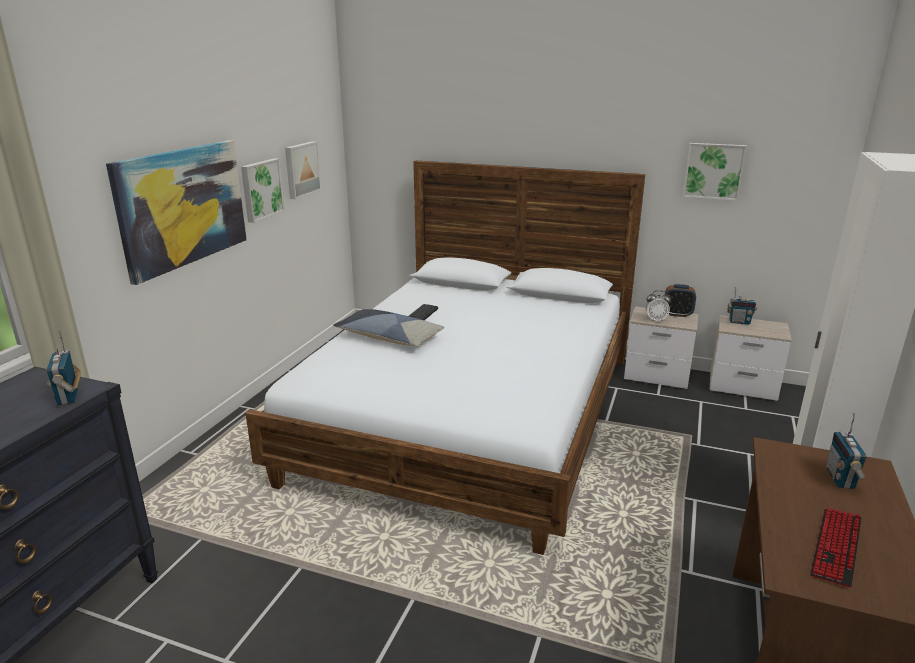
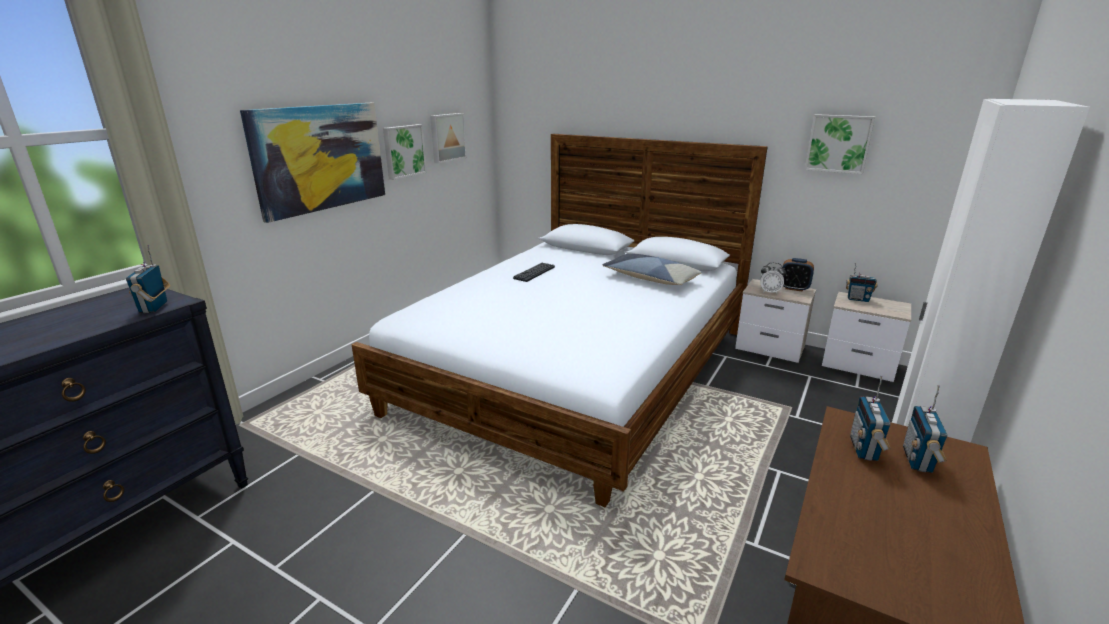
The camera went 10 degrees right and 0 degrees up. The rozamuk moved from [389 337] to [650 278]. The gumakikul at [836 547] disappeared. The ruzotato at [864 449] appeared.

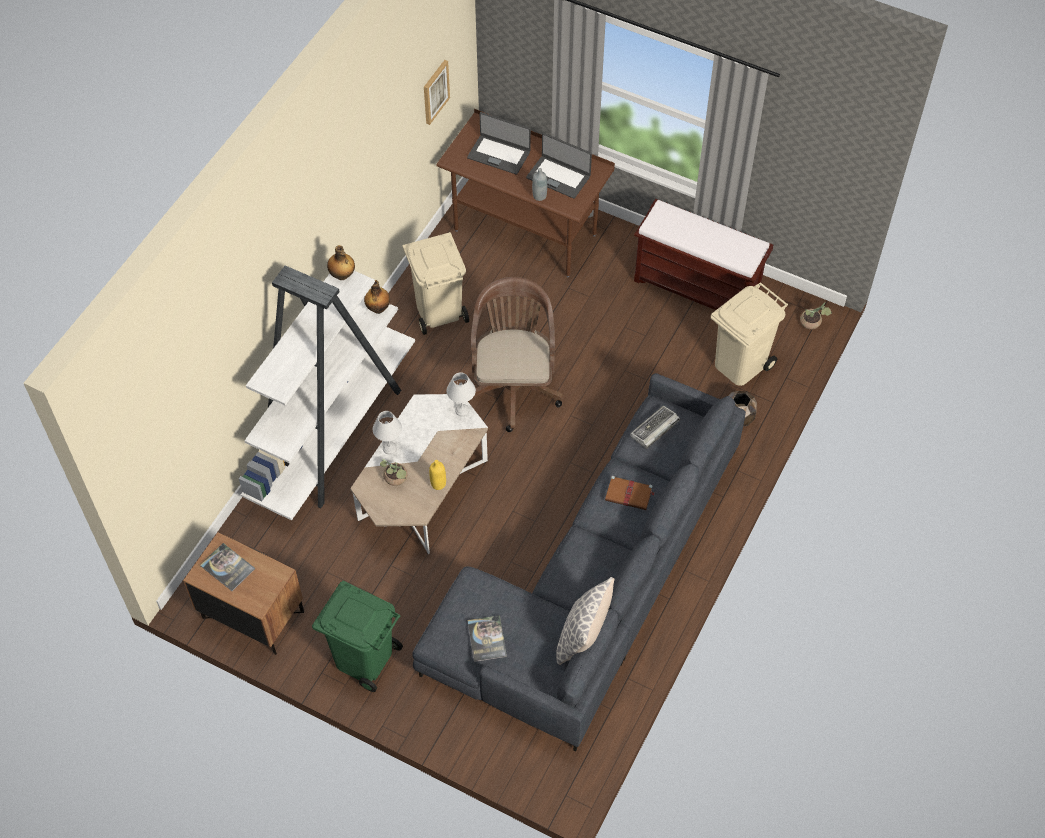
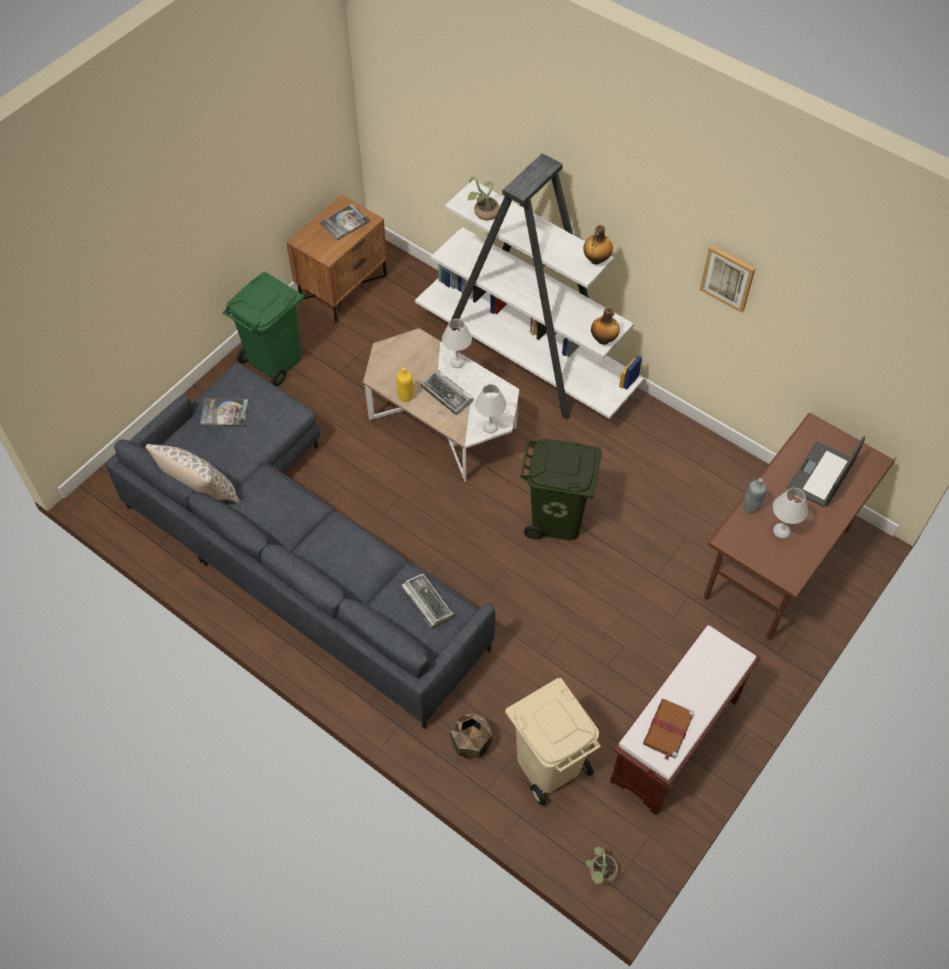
The camera went 100 degrees right and 0 degrees up. The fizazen moved from [396 479] to [483 212]. The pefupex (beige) at [439 311] disappeared. The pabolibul moved from [435 91] to [728 277]. The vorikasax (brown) at [513 385] was replaced by the pefupex (green) at [557 520]. The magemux at [558 176] was replaced by the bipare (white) at [781 532]. The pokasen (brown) moved from [629 494] to [668 730]. The gumakikul at [447 395] appeared.

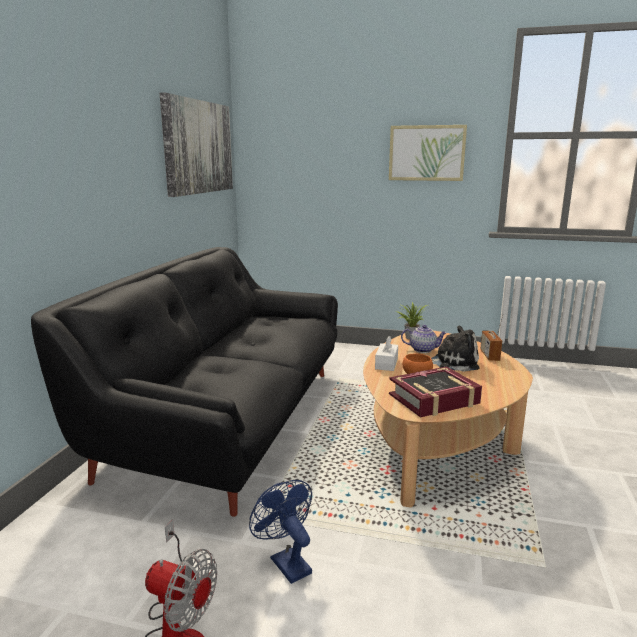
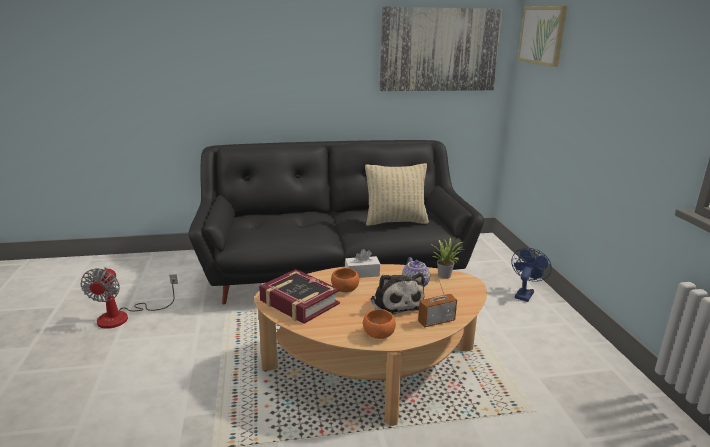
The camera went 65 degrees right and 5 degrees up. The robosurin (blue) moved from [286 562] to [525 294]. The pabolibul moved from [426 153] to [542 35]. The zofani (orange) at [378 335] appeared. The rozamuk (beige) at [395 221] appeared.

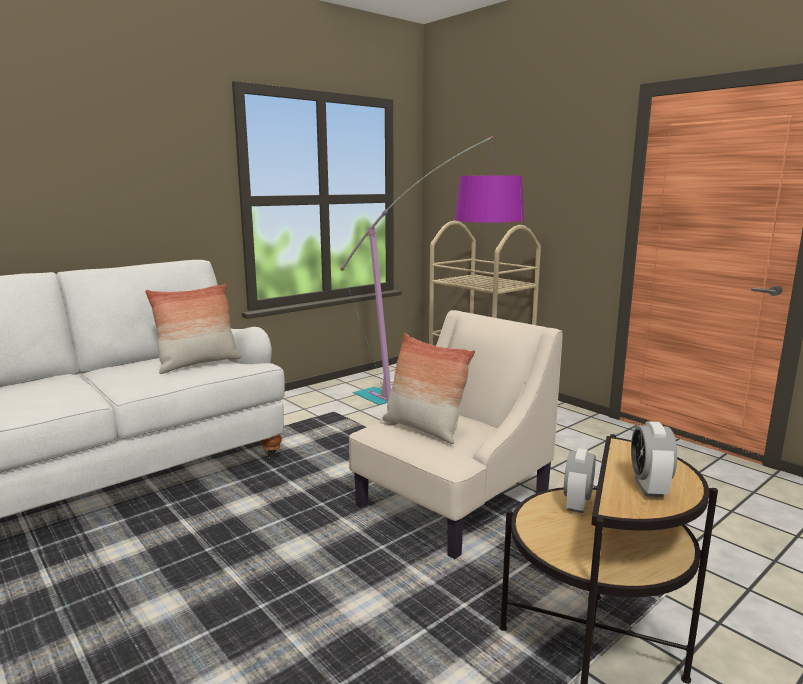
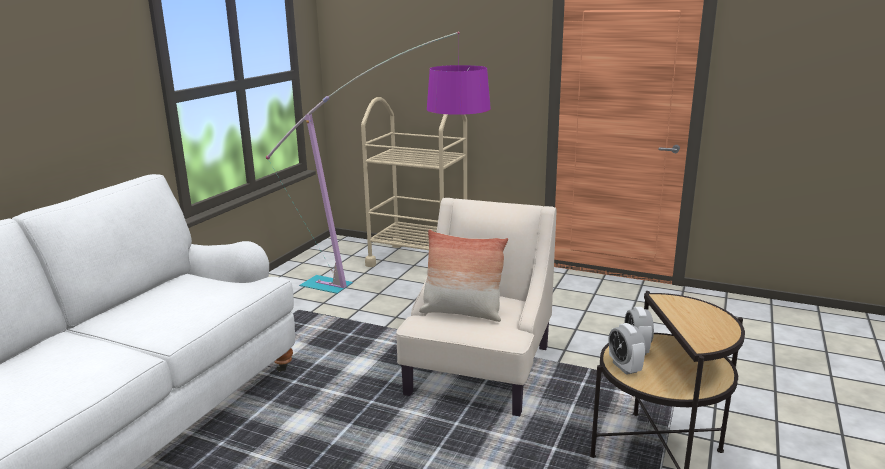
The camera went 25 degrees left and 5 degrees up. The rozamuk at [198 364] disappeared. The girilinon moved from [649 487] to [624 367].

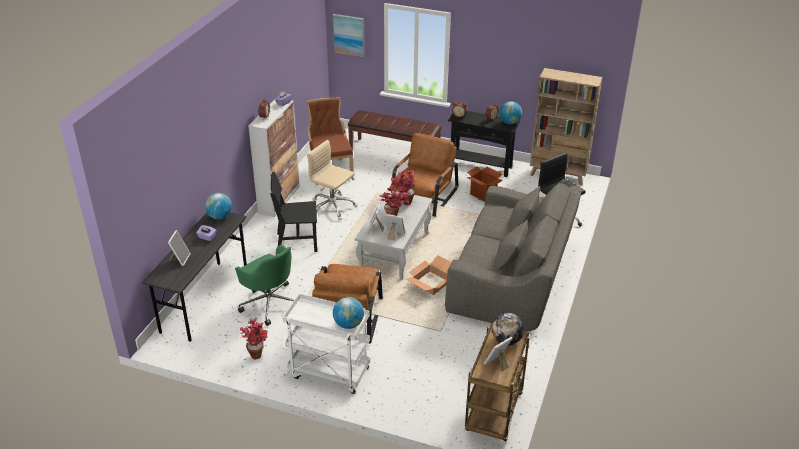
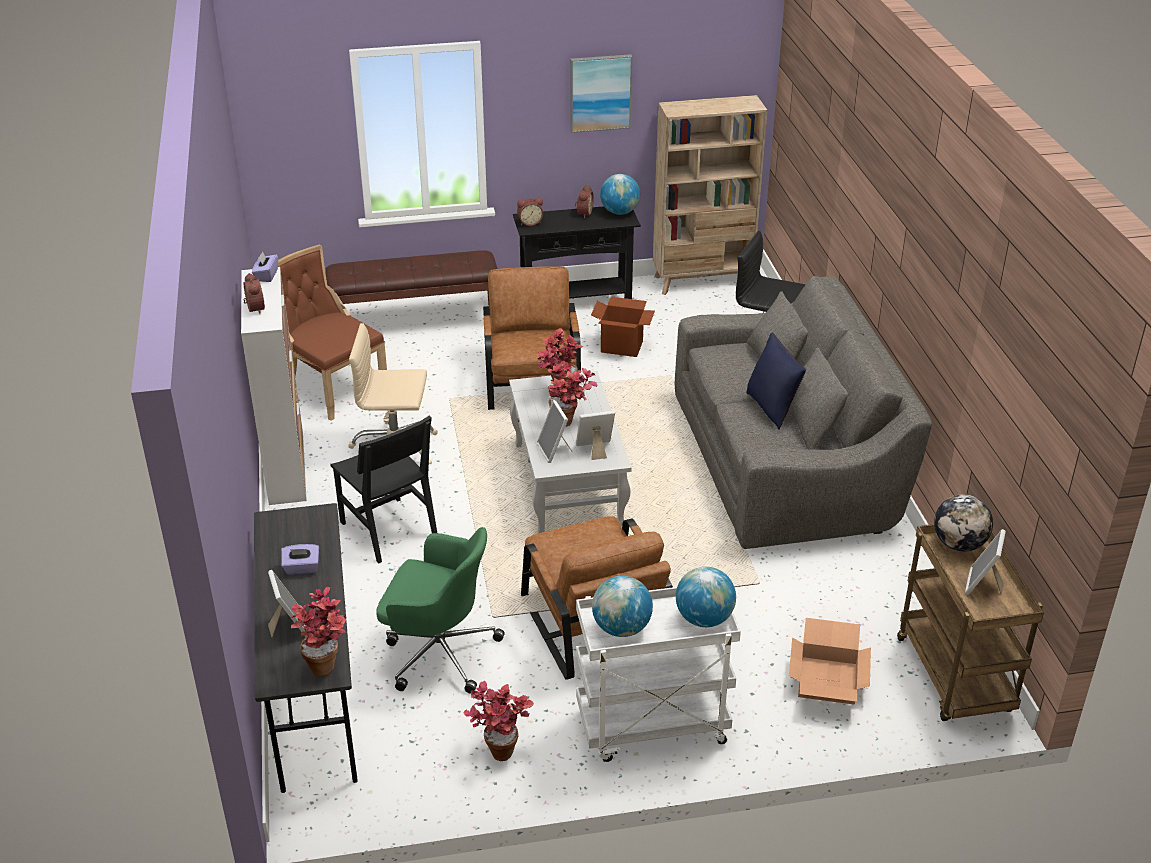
The camera went 30 degrees left and 0 degrees up. The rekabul moved from [220 217] to [621 628]. The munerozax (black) at [296 242] turned 90 degrees counterclockwise. The pabolibul moved from [349 35] to [600 93]. The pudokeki moved from [431 283] to [826 679]. The fizazen at [326 663] appeared. The rozamuk (blue) at [772 408] appeared.

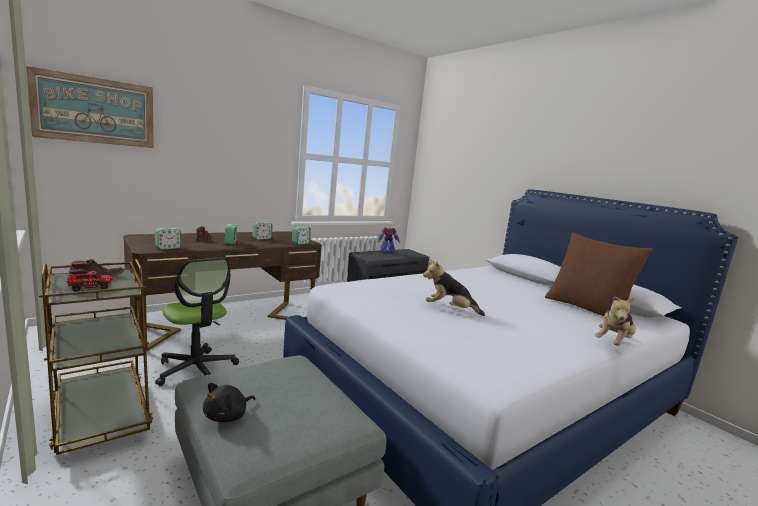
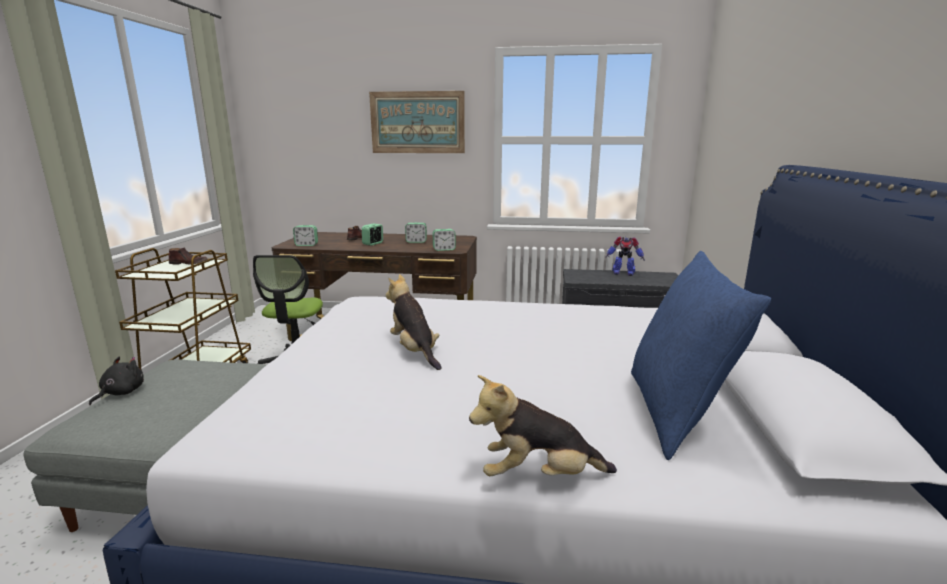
The camera went 45 degrees right and 5 degrees up. The pabolibul moved from [95 110] to [417 122]. The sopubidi at [91 288] disappeared. The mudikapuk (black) at [227 416] turned 120 degrees clockwise. The rozamuk (brown) at [587 309] became the rozamuk (blue) at [676 412].

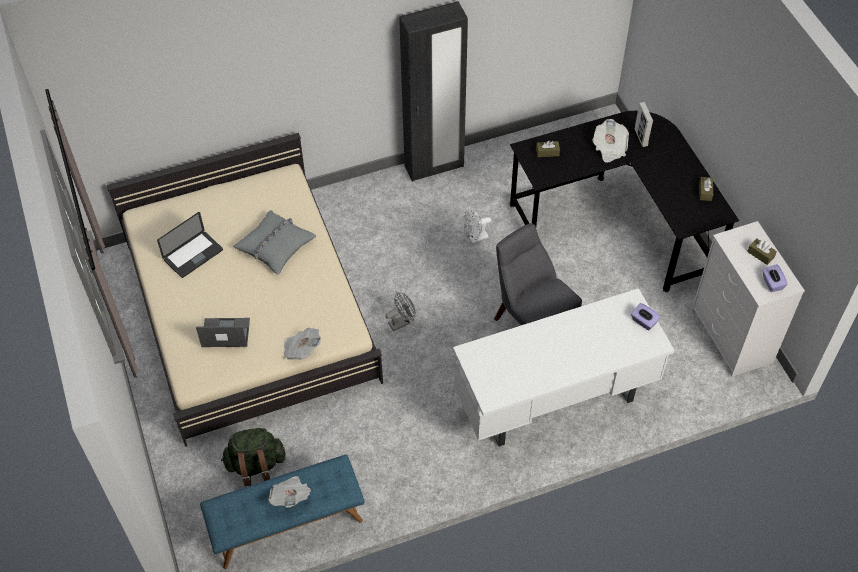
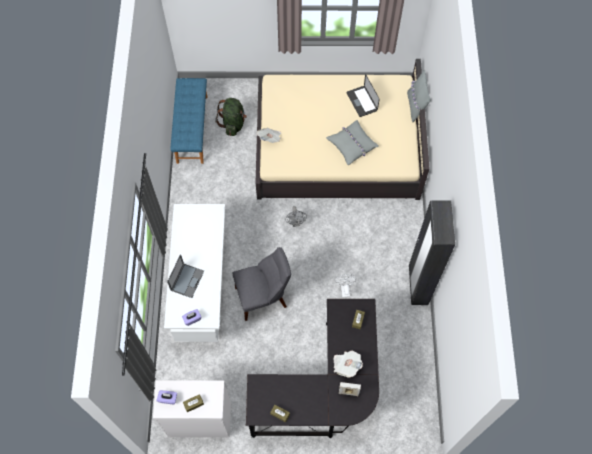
The camera went 110 degrees right and 10 degrees up. The magemux moved from [225 333] to [187 280]. The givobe at [291 496] disappeared. The rozamuk (grey) at [416 106] appeared.

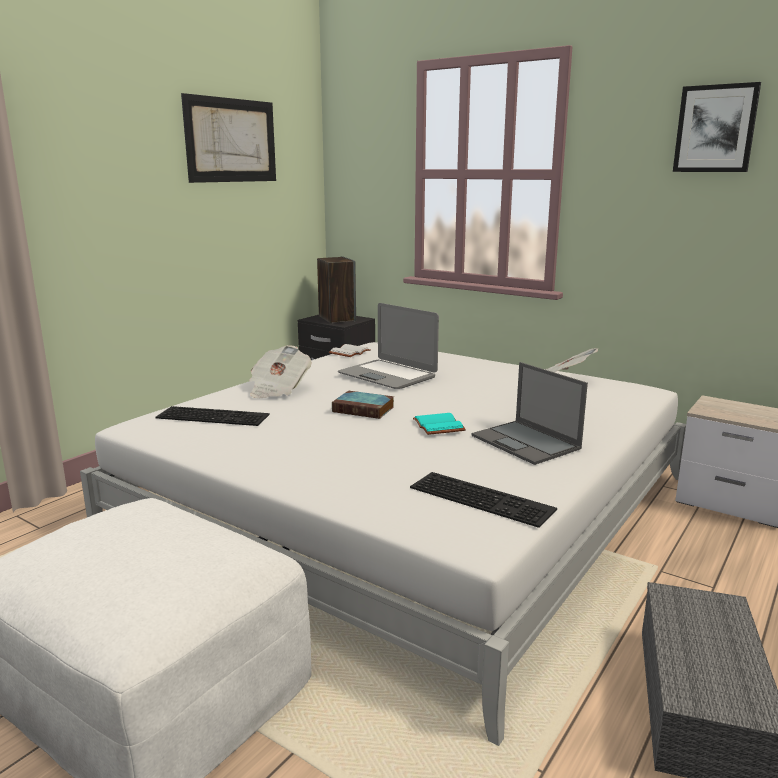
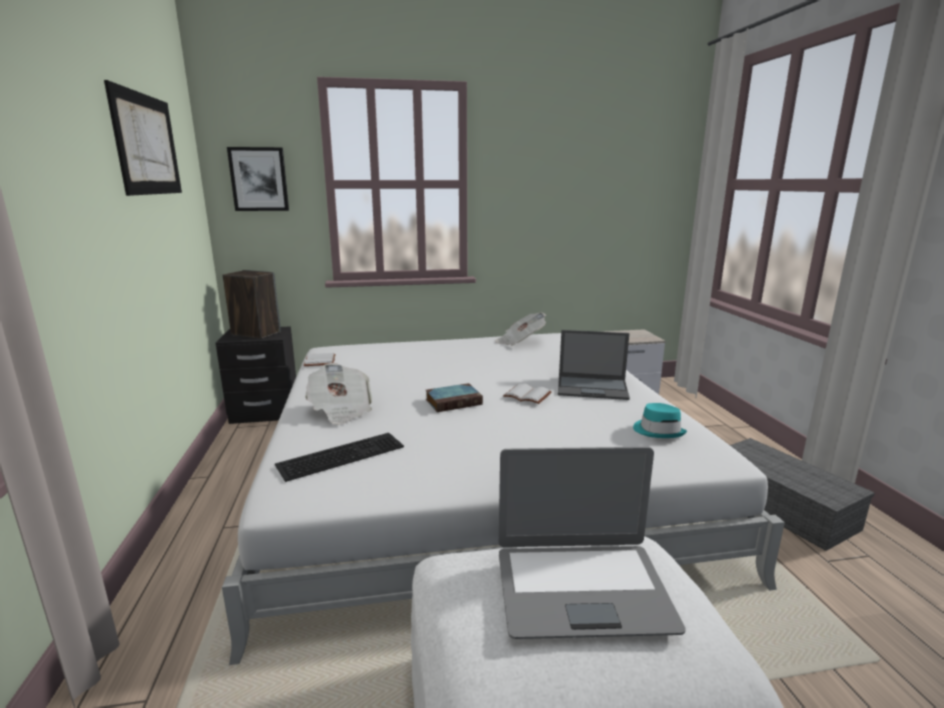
The camera went 45 degrees left and 0 degrees up. The magemux moved from [387 375] to [581 589]. The gumakikul at [483 497] was replaced by the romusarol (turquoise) at [658 431]. The pokasen (turquoise) at [440 426] became the pokasen (white) at [528 395]. The pabolibul moved from [715 129] to [259 179].

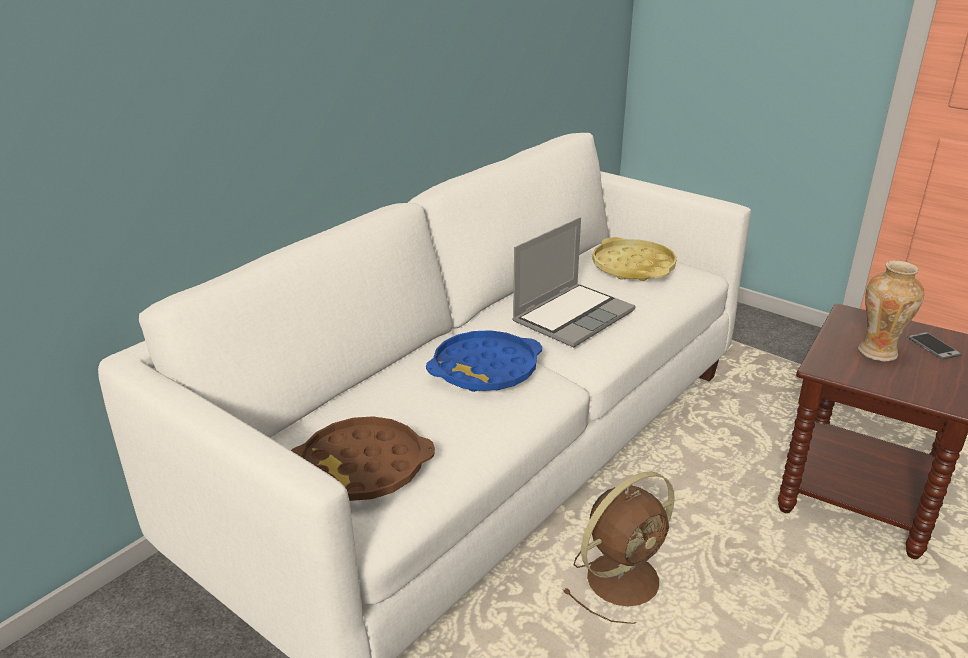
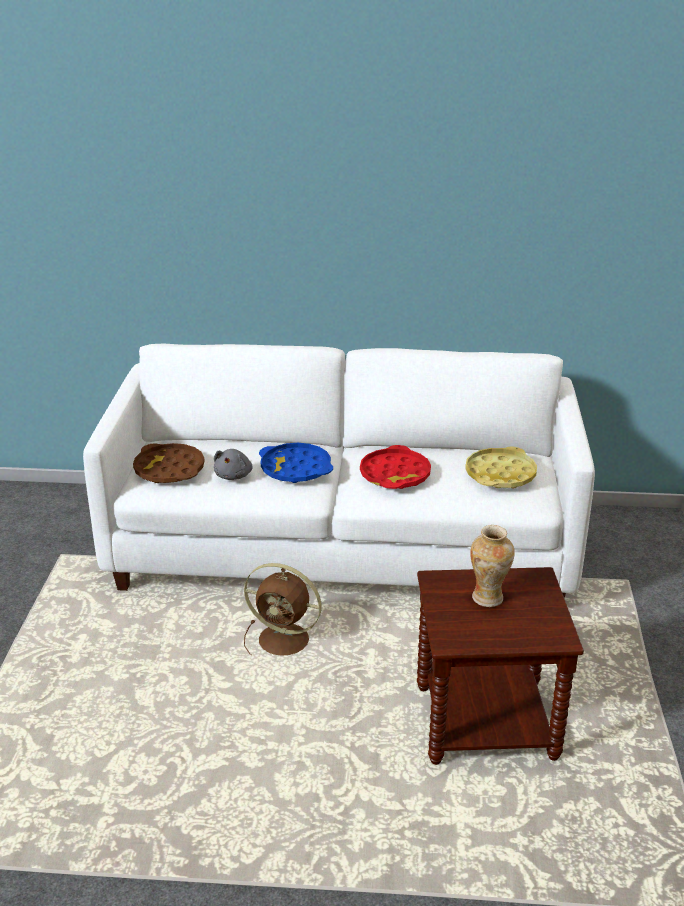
The camera went 55 degrees right and 0 degrees up. The magemux at [573 316] was replaced by the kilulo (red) at [395 474]. The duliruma at [933 347] disappeared. The mudikapuk (grey) at [234 475] appeared.

